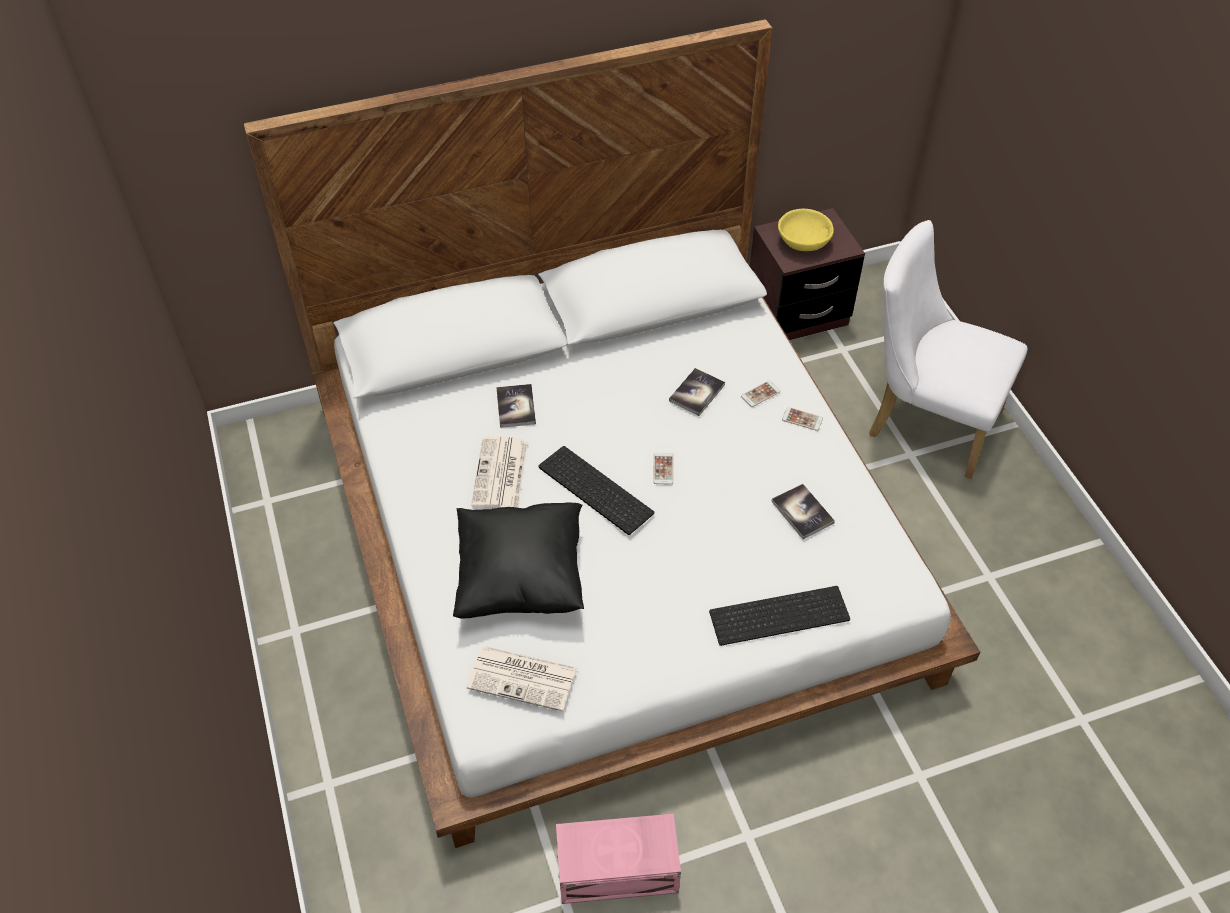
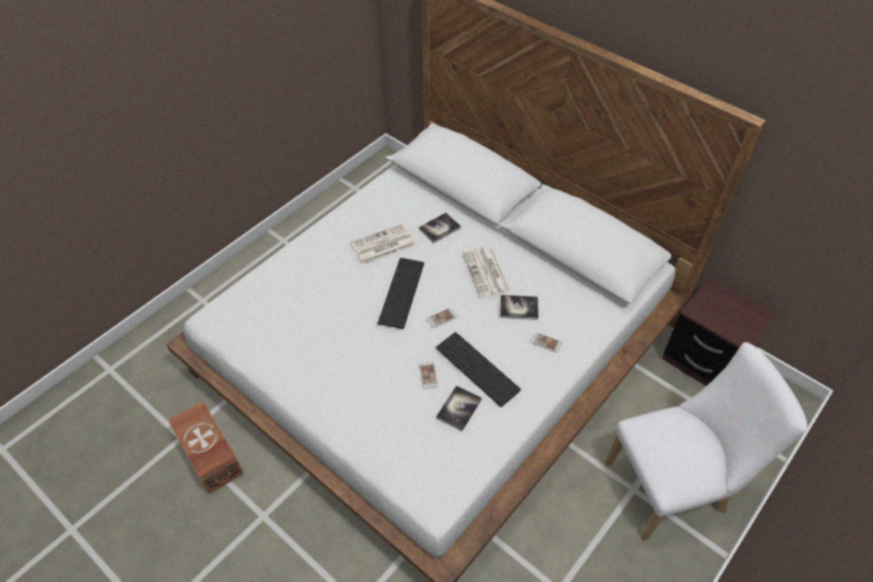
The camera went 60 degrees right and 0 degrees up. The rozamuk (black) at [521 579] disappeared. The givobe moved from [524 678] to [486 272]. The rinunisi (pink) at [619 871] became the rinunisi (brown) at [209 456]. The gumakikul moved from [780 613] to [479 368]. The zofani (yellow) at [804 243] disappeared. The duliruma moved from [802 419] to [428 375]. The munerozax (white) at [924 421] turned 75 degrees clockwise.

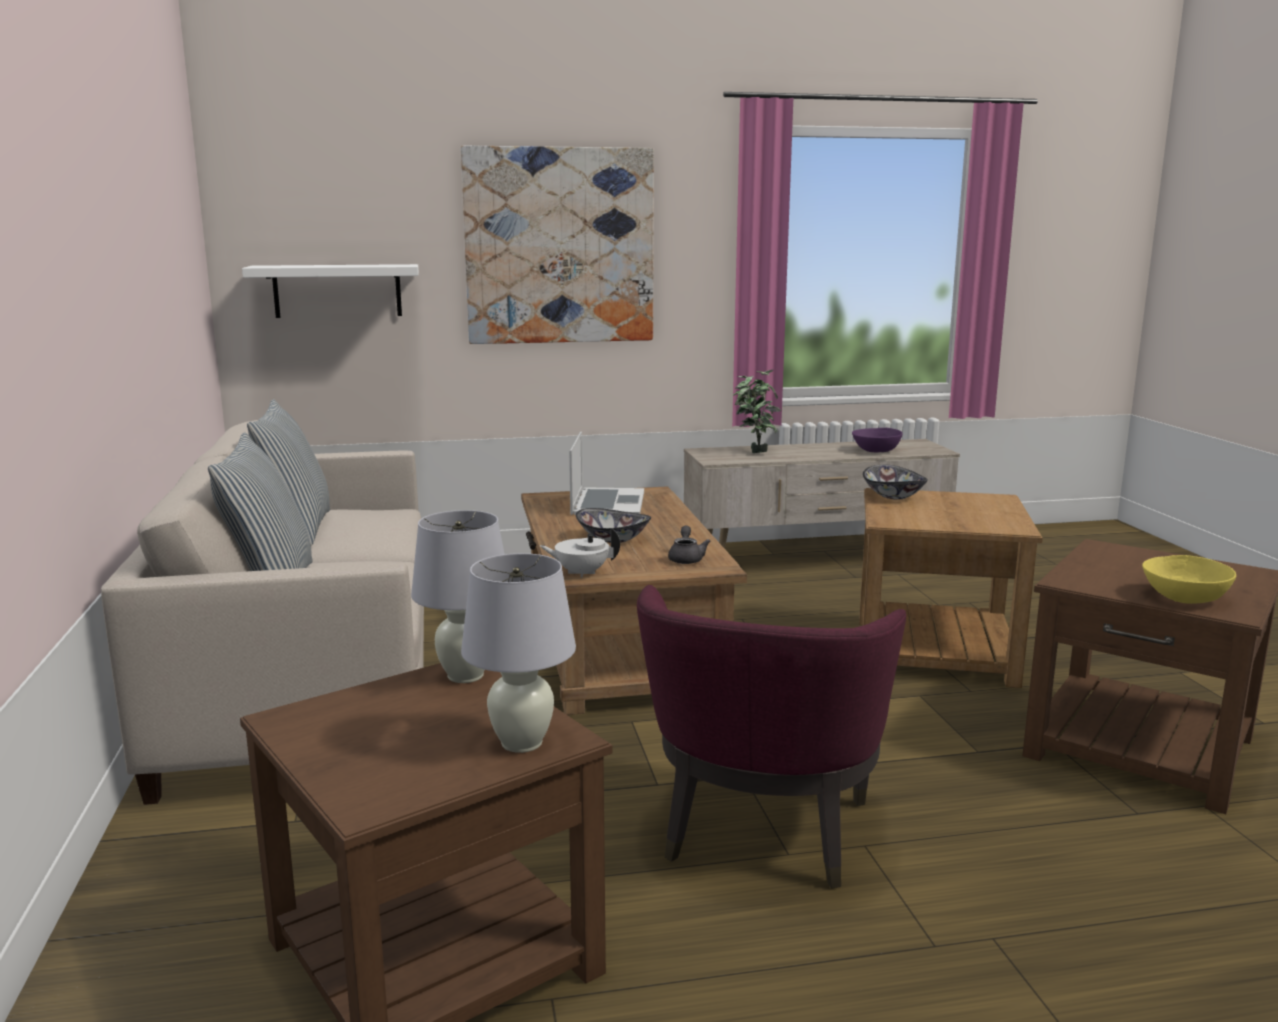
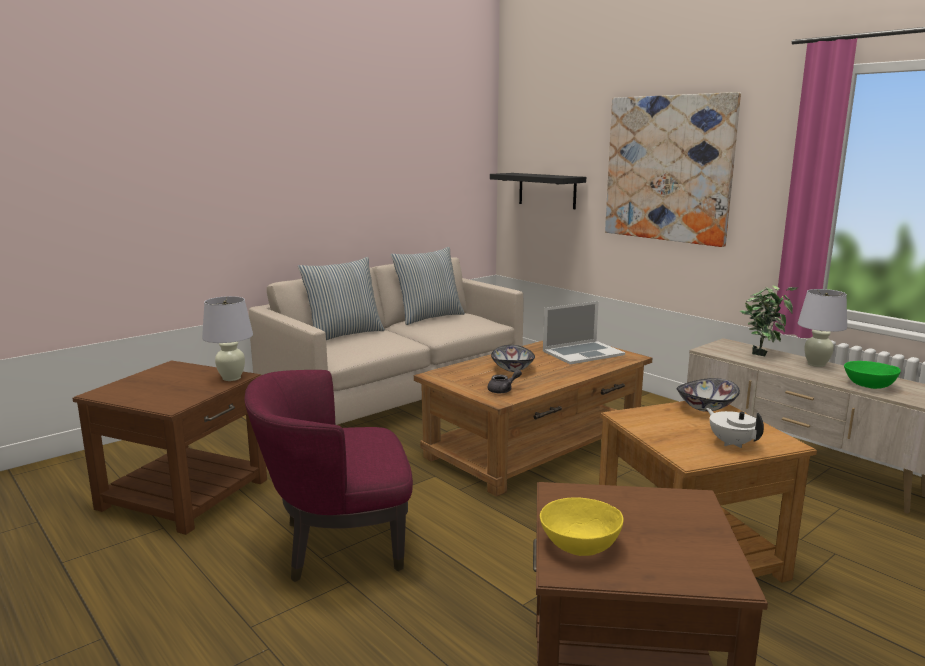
The camera went 60 degrees right and 0 degrees up. The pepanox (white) at [337 291] became the pepanox (black) at [547 190]. The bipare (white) moved from [522 743] to [816 364]. The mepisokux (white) moved from [581 573] to [732 443]. The zofani (purple) at [876 451] became the zofani (green) at [868 385].

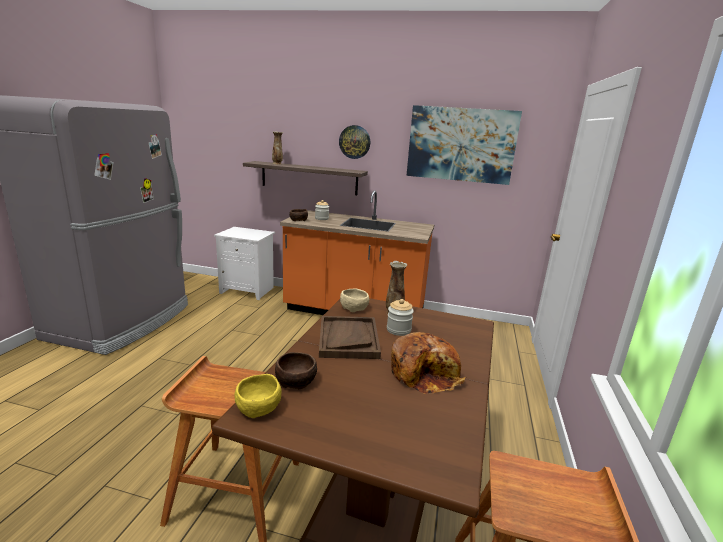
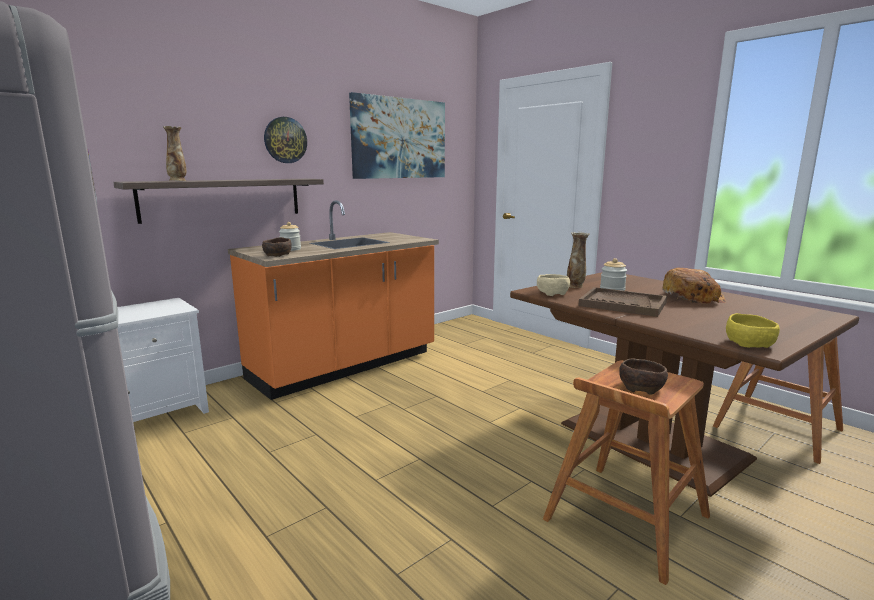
The camera went 55 degrees left and 5 degrees down. The zofani (brown) moved from [297 381] to [640 387].

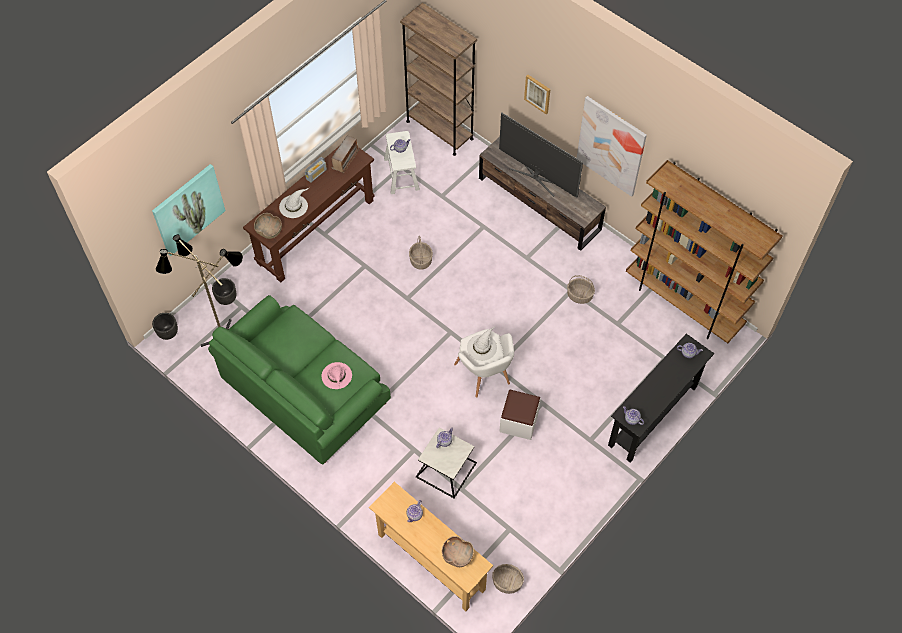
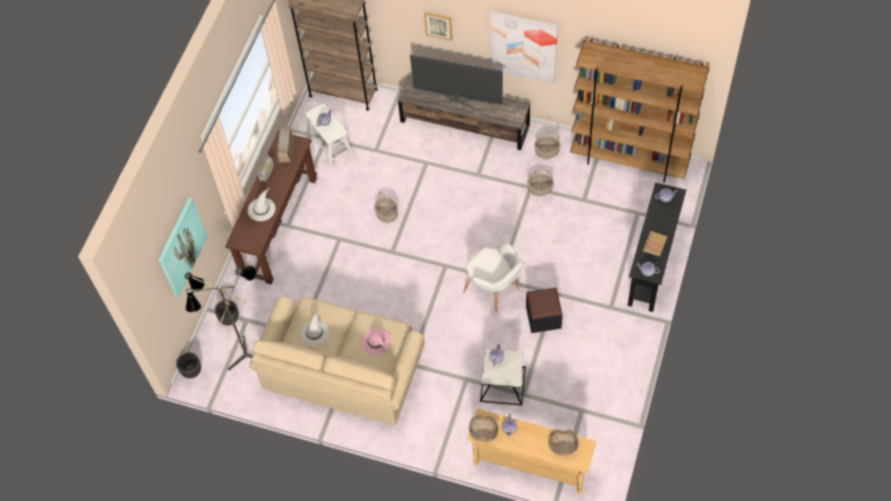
The camera went 20 degrees left and 0 degrees up. The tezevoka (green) at [305 391] became the tezevoka (beige) at [344 370]. The zofani (brown) moved from [269 231] to [483 432]. The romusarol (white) moved from [482 347] to [314 332]. The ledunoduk moved from [507 582] to [547 151]. The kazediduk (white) at [519 422] became the kazediduk (black) at [543 317]. The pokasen at [655 244] appeared.

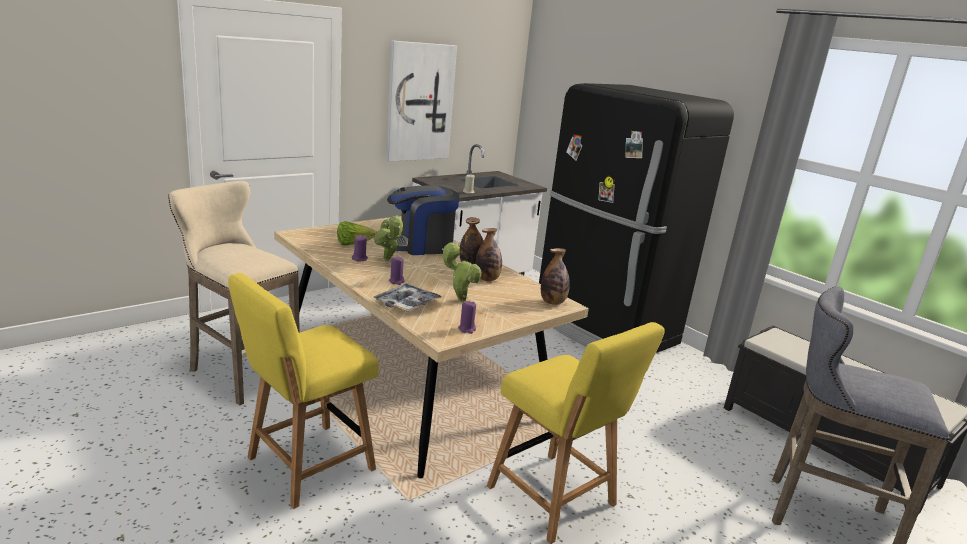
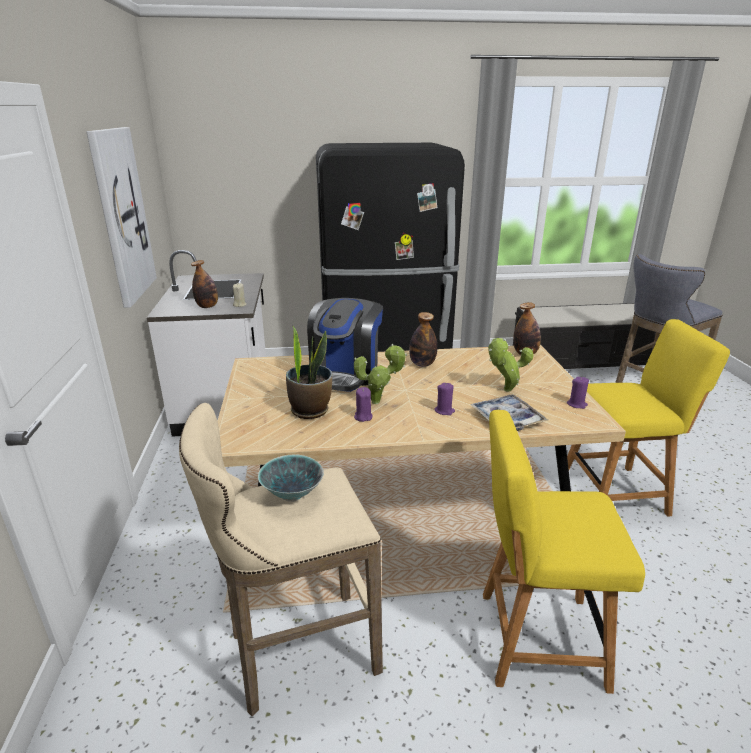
The camera went 55 degrees left and 5 degrees up. The munerozax (yellow) at [305 466] turned 105 degrees clockwise. The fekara at [353 244] was replaced by the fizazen at [310 410]. The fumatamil moved from [487 279] to [207 306]. The zofani at [292 494] appeared.

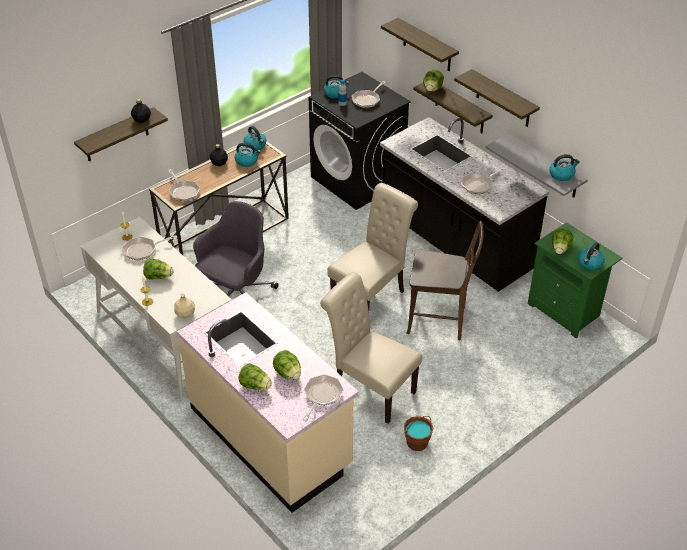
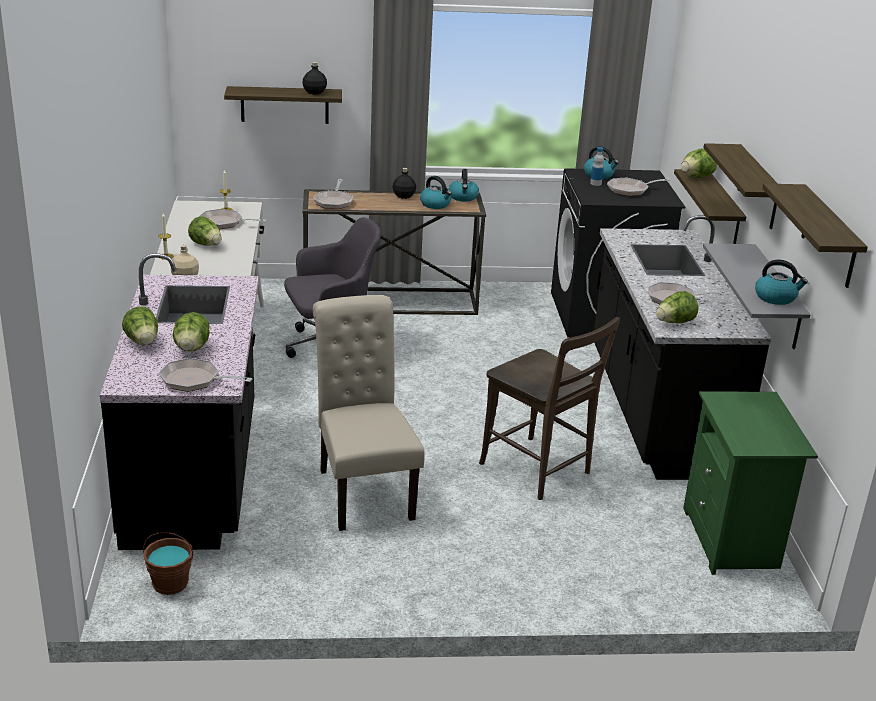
The camera went 35 degrees right and 15 degrees down. The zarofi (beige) at [271 437] became the zarofi (black) at [195 475]. The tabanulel at [322 396] turned 135 degrees counterclockwise. The munerozax (beige) at [372 295] disappeared. The pepanox moved from [427 45] to [829 237]. The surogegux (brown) moved from [417 443] to [170 584]. The fekara moved from [560 249] to [674 322]. The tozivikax at [590 263] disappeared.

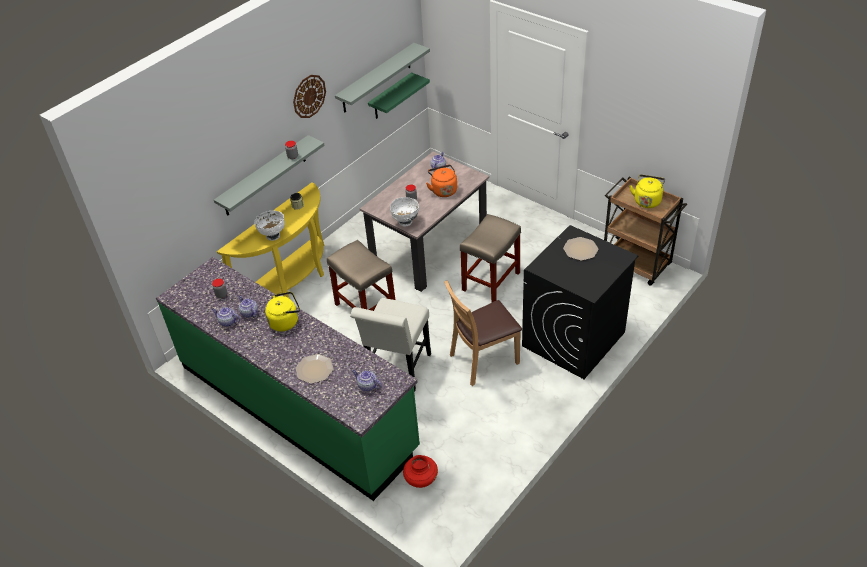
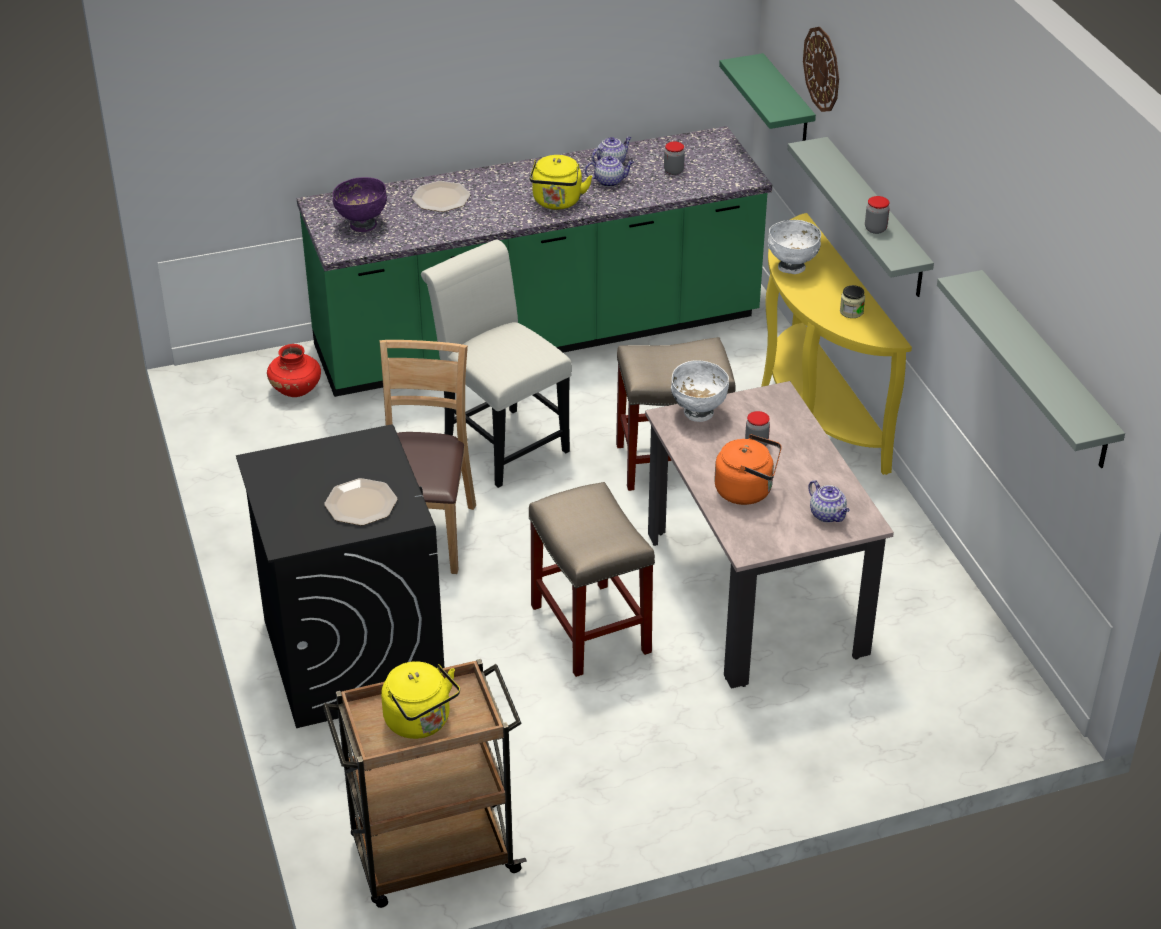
The camera went 120 degrees right and 5 degrees down. The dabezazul moved from [309 96] to [822 69]. The mepisokux at [367 386] was replaced by the zofani (purple) at [362 225]. The pepanox (green) moved from [390 97] to [787 104].

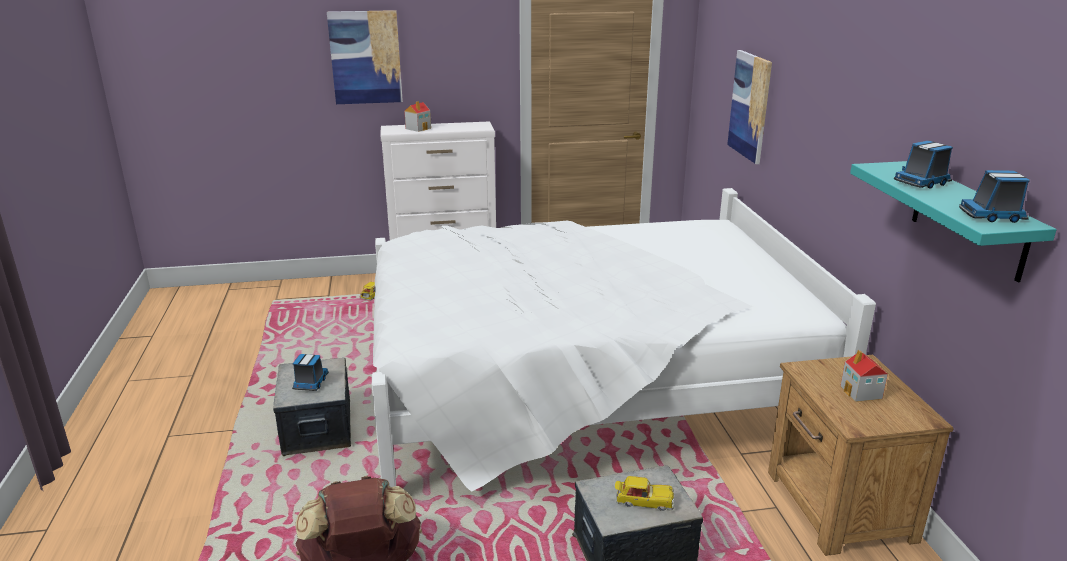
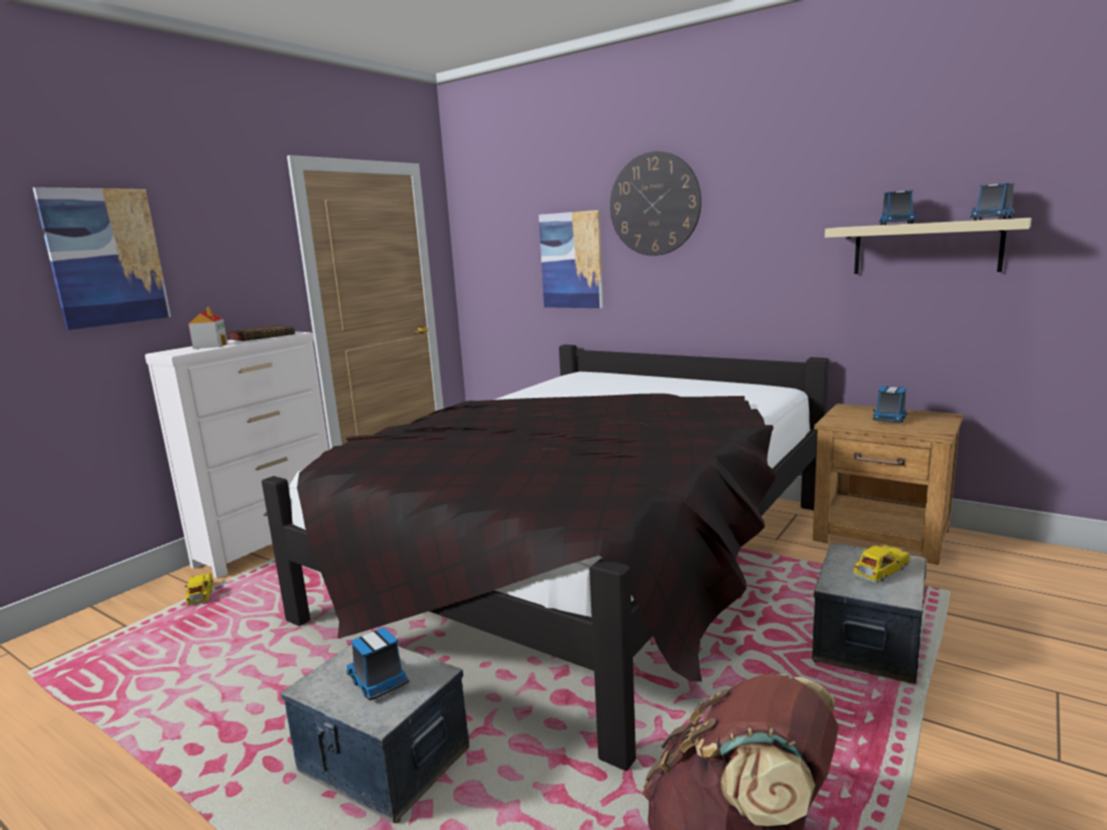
The camera went 45 degrees left and 10 degrees down. The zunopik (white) at [583 387] became the zunopik (black) at [587 559]. The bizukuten at [861 392] was replaced by the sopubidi at [889 419]. The pepanox (turquoise) at [968 220] became the pepanox (beige) at [926 248]. The pokasen at [263 337] appeared. The dabezazul at [654 204] appeared.

